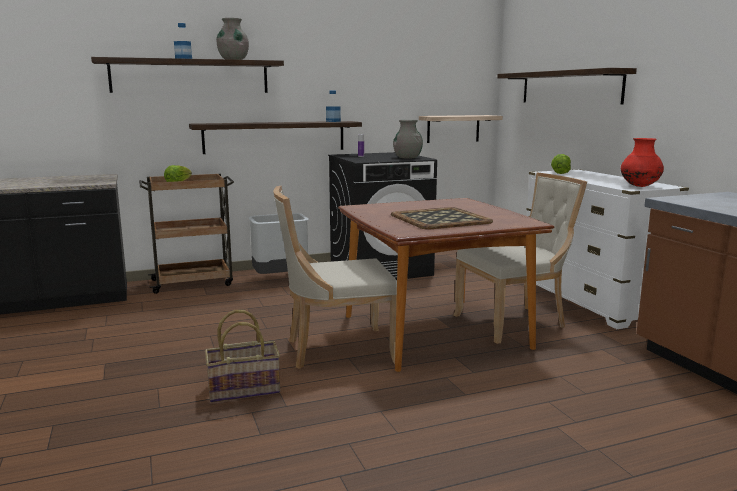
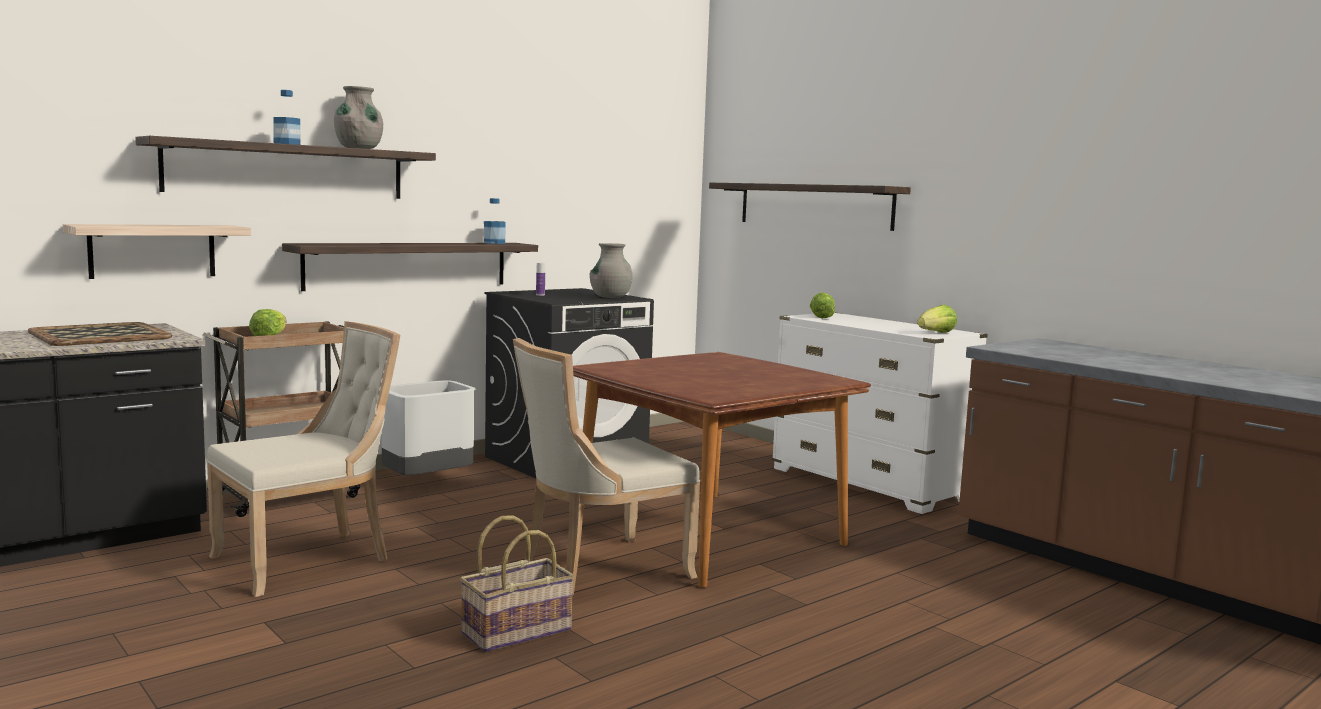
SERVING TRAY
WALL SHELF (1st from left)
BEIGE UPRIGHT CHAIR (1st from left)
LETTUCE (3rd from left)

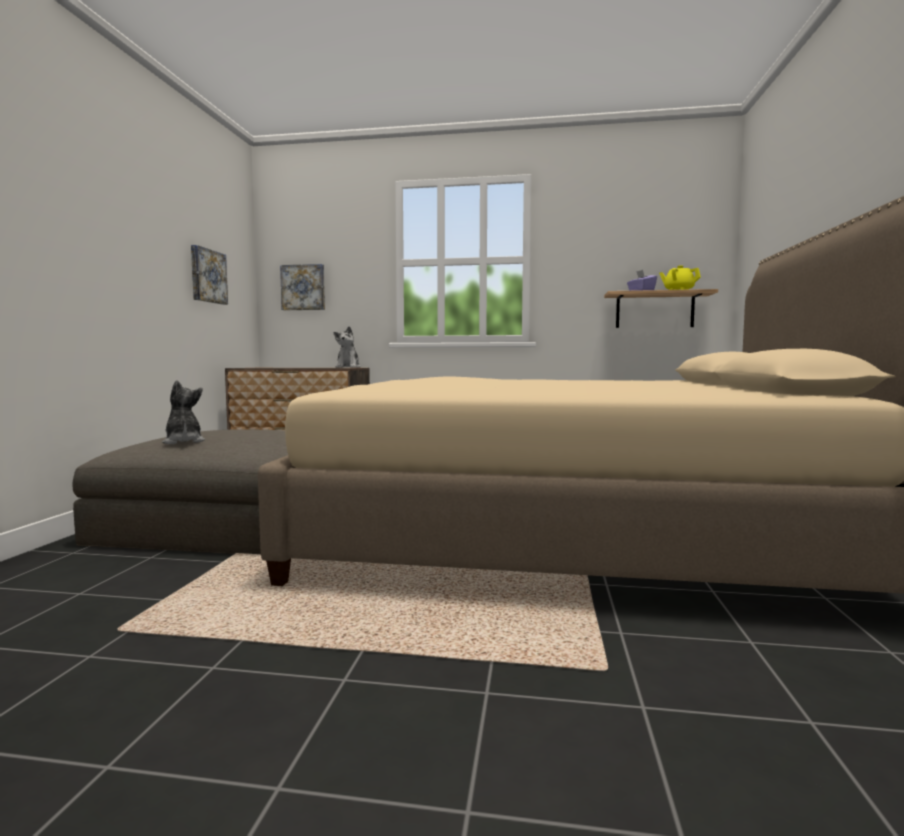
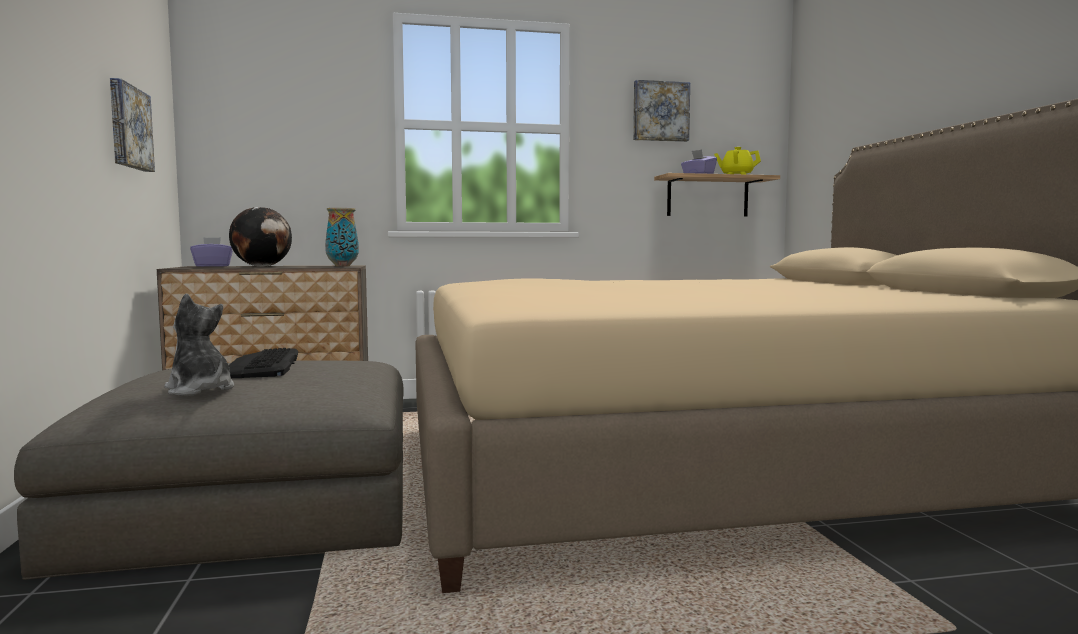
WALL ART (2nd from left)
VASE
PURPLE-COLOURED BOX OF TISSUES (1st from left)
KEYBOARD
WORLD GLOBE

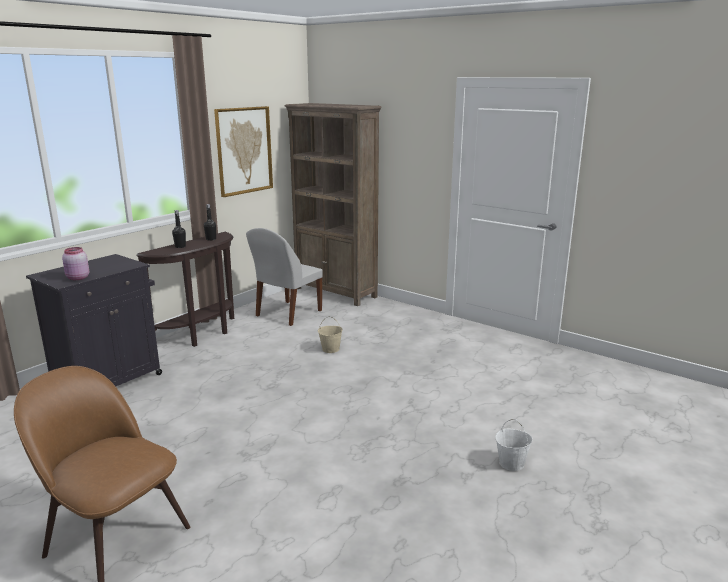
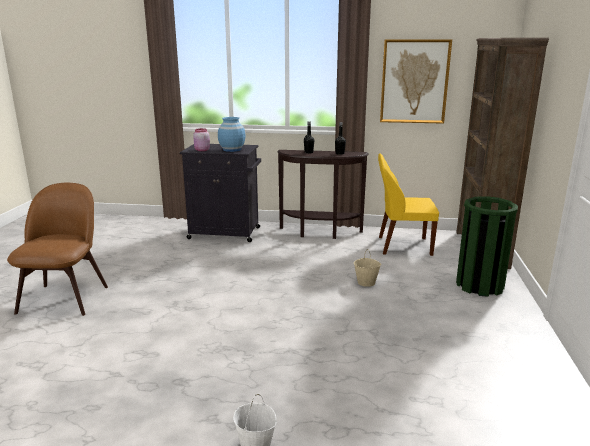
YELLOW UPRIGHT CHAIR
BLUISH VASE
GREENISH TRASH CAN

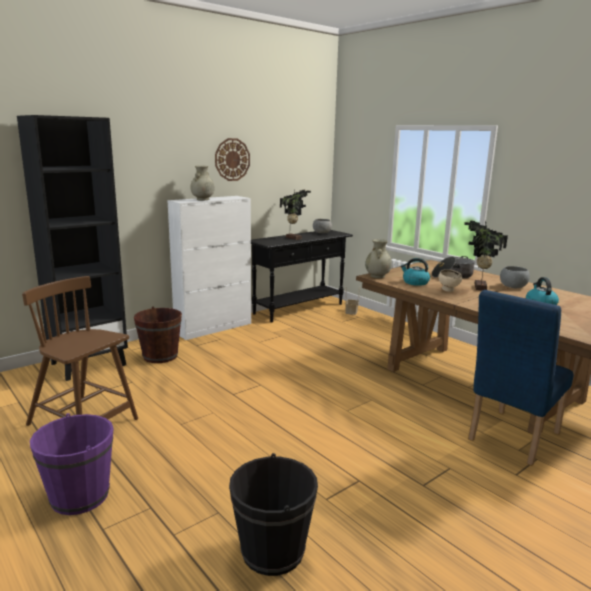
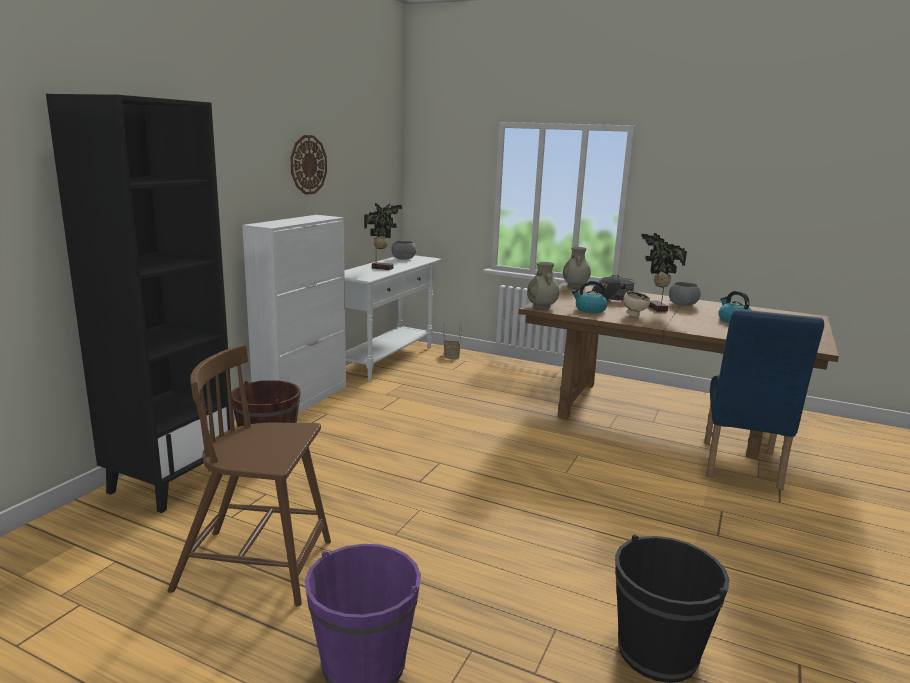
BEIGE VASE (2nd from left)
WHITE-COLOURED HALL TABLE

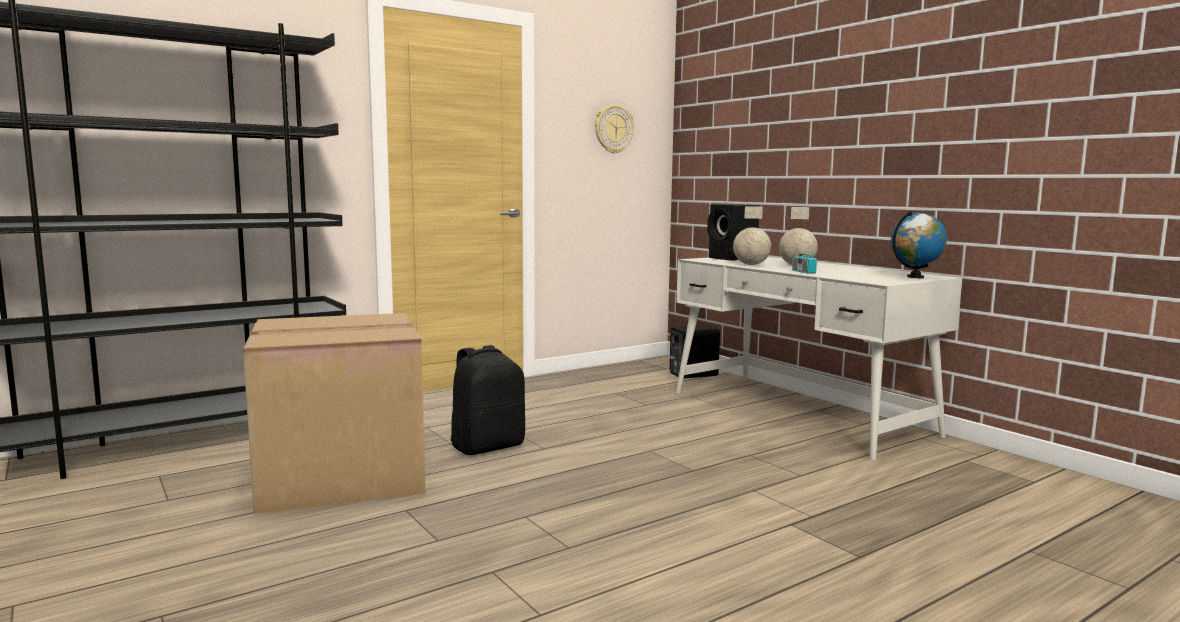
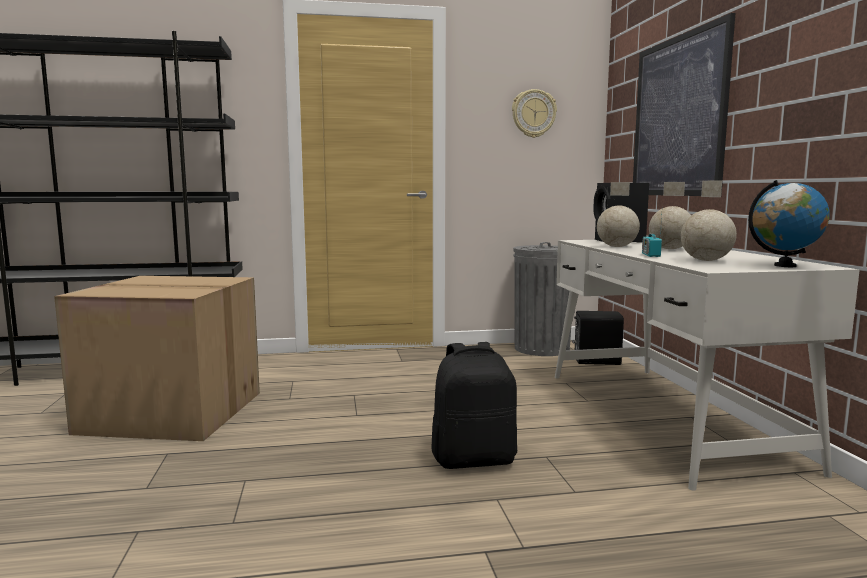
BLACK-COLOURED BACKPACK
GRAY TRASH CAN
WALL ART
WORLD GLOBE (3rd from left)

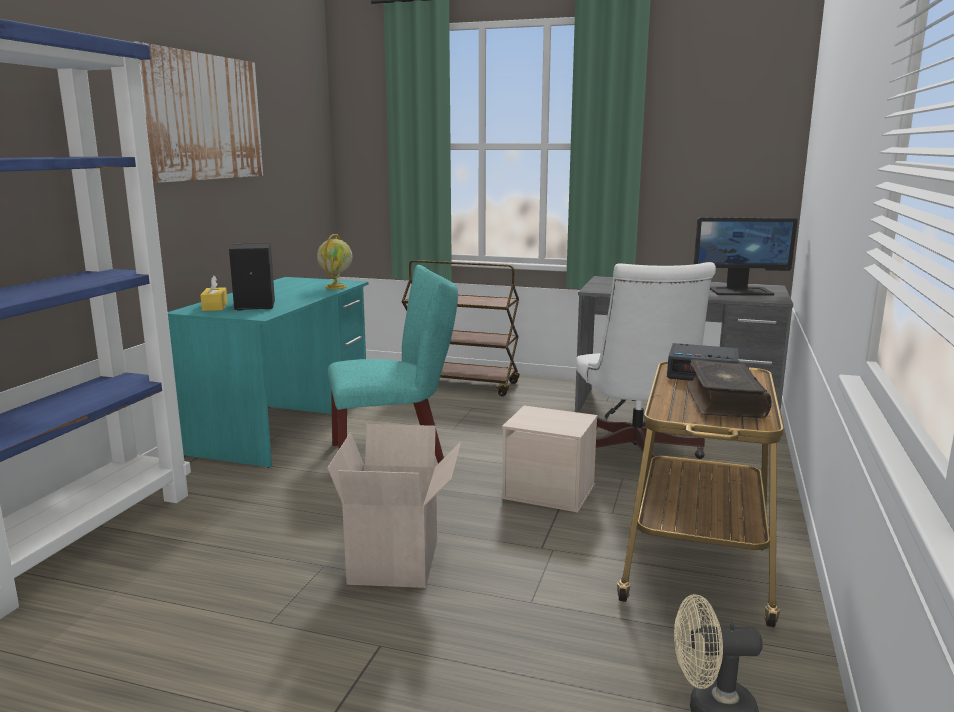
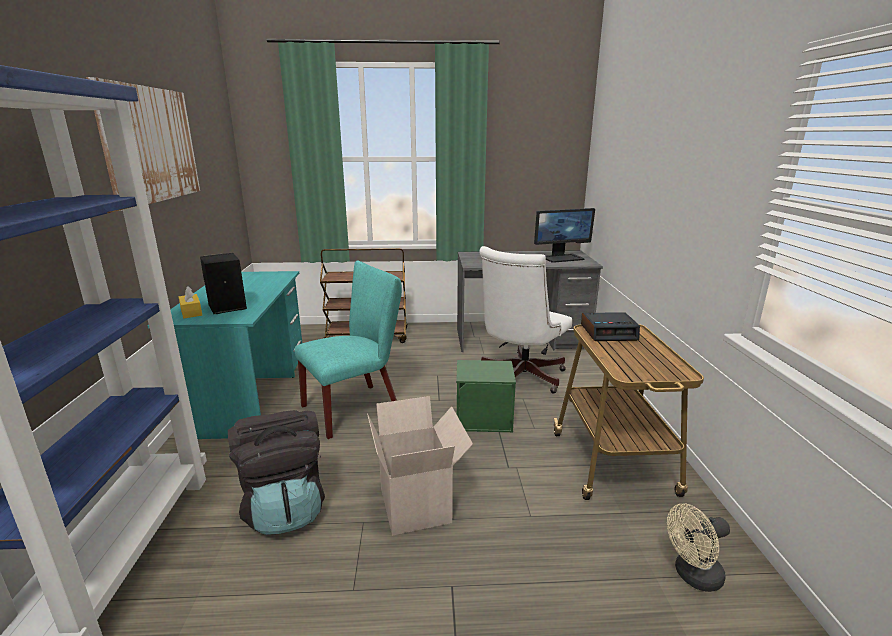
WORLD GLOBE
GREENISH STORAGE BIN
WHITE-COLOURED DESK CHAIR
BOUND BOOK
BLACK-COLOURED BACKPACK

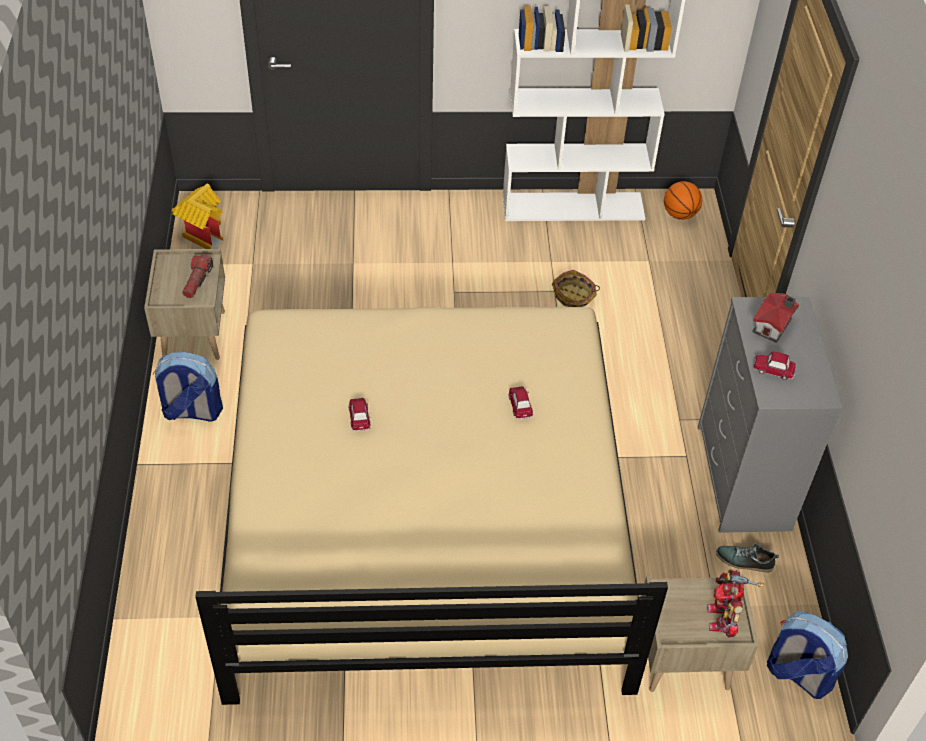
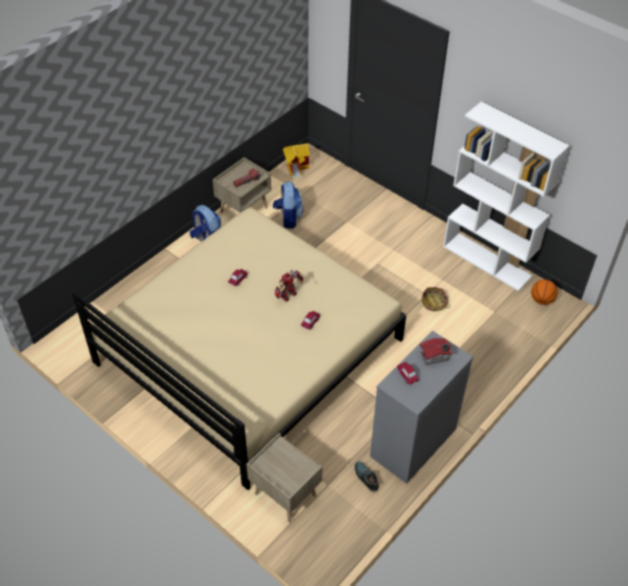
TOY ROBOT
BACKPACK (2nd from left)

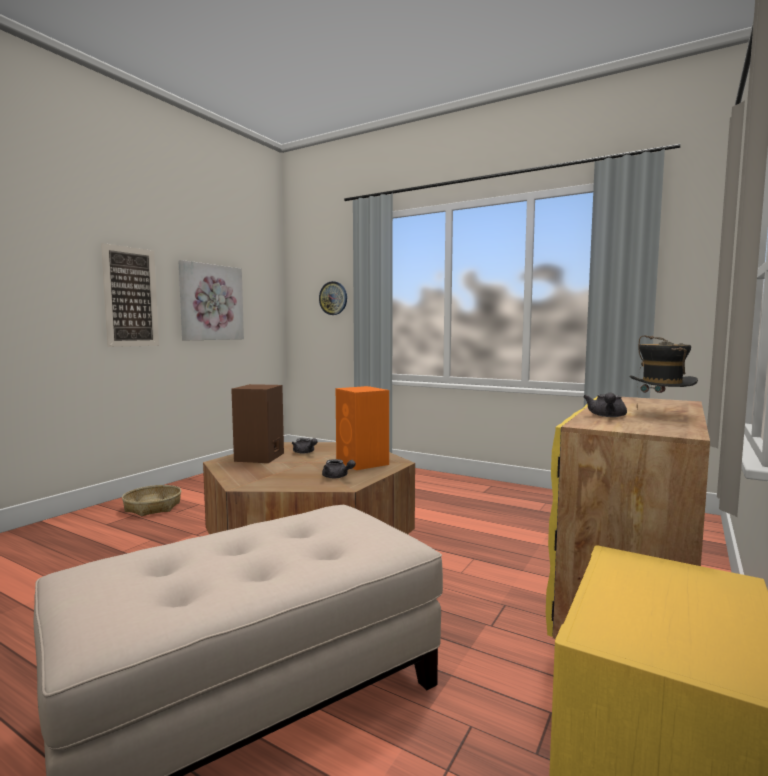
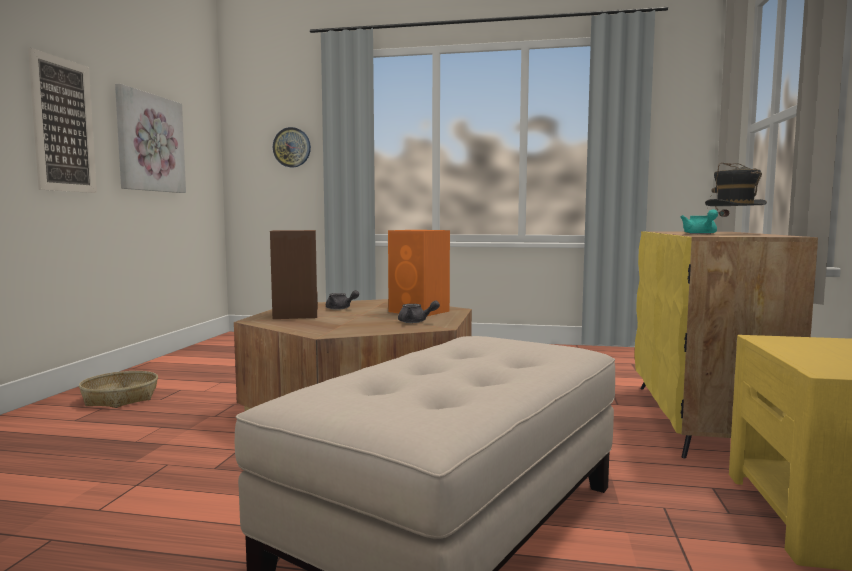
TURQUOISE TEA POT

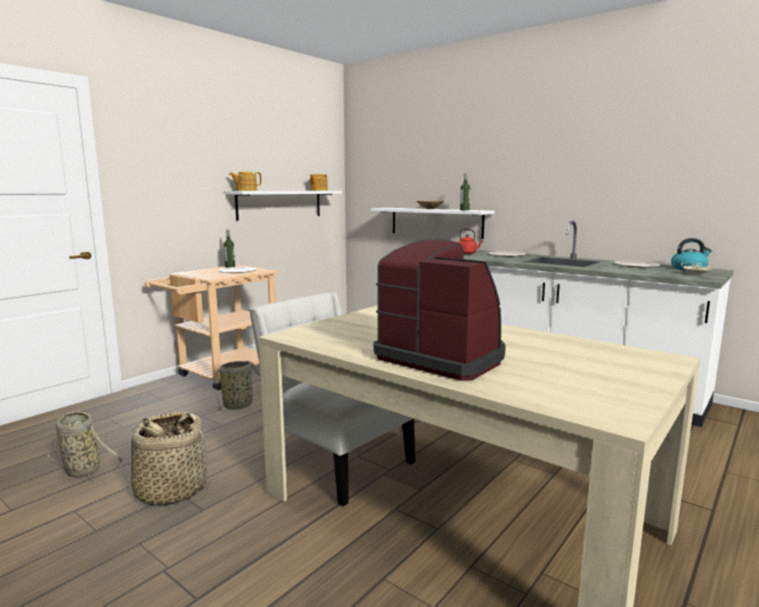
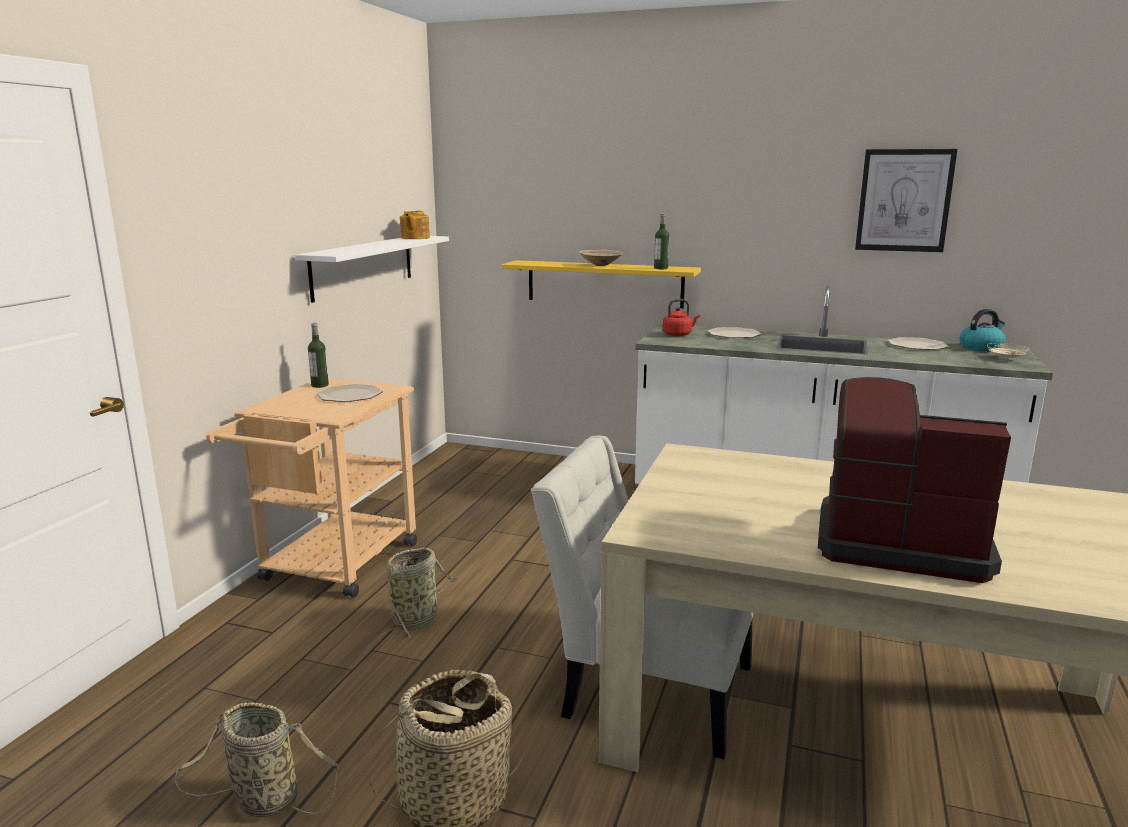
TEA POT (1st from left in the first image)
YELLOW WALL SHELF
WALL ART

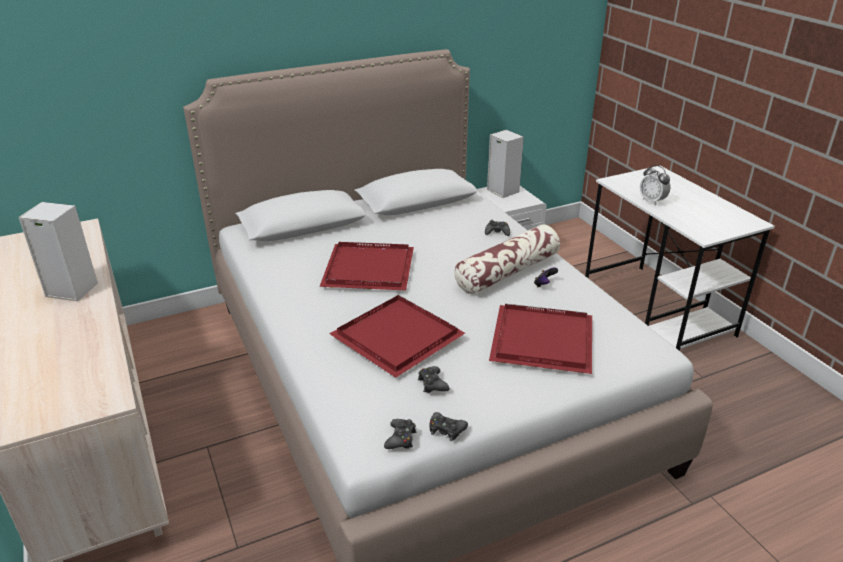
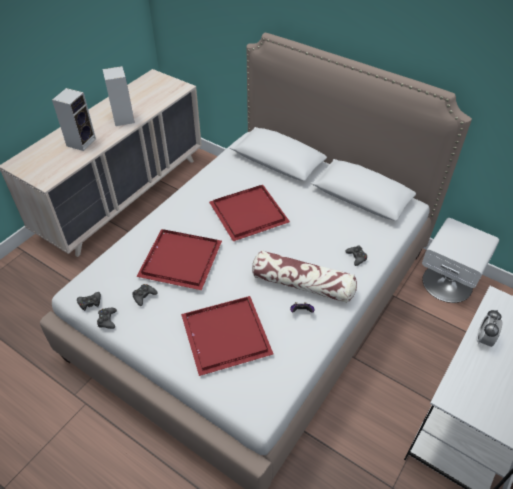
AUDIO SPEAKER (1st from left)

